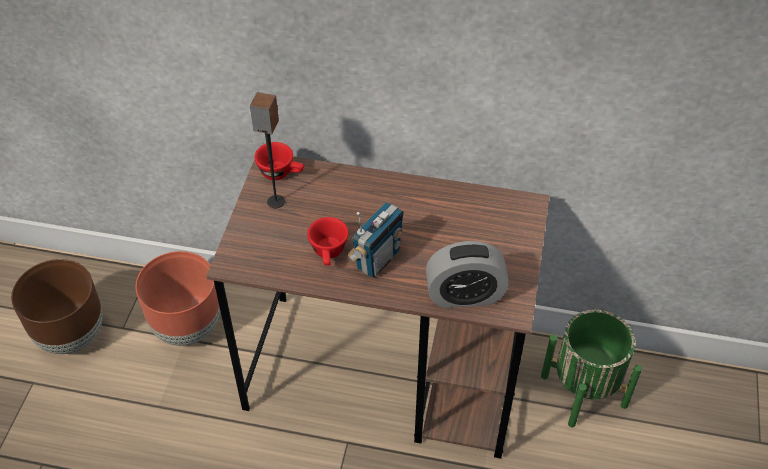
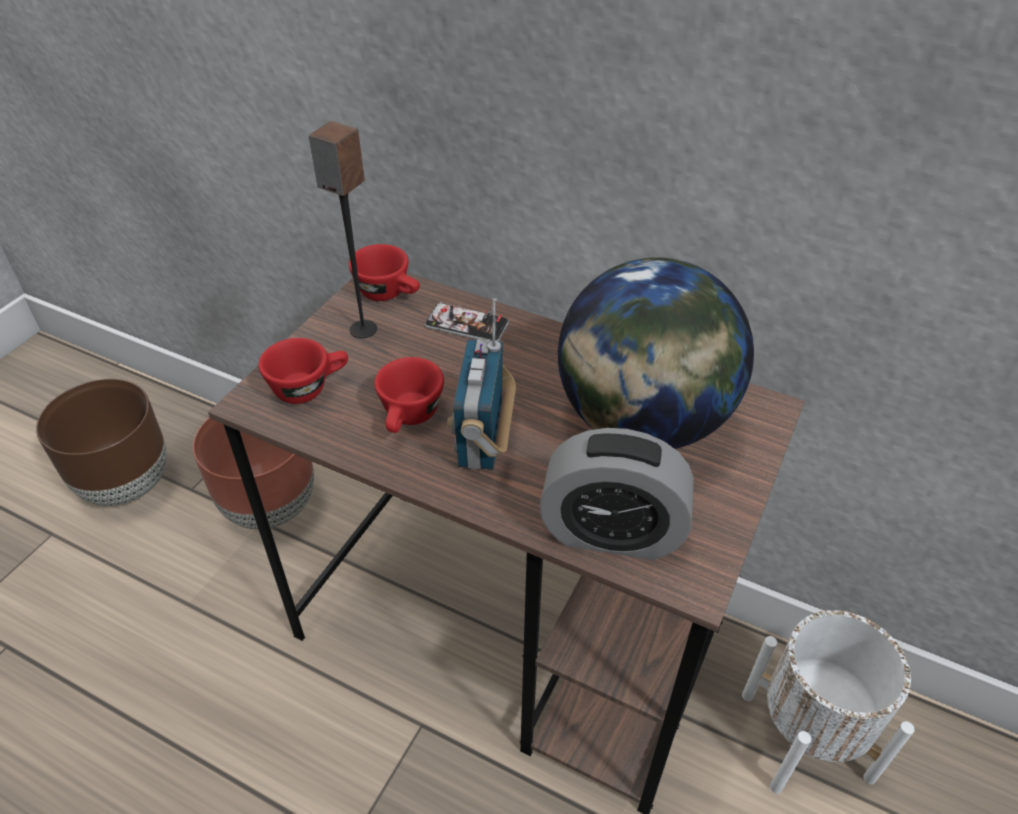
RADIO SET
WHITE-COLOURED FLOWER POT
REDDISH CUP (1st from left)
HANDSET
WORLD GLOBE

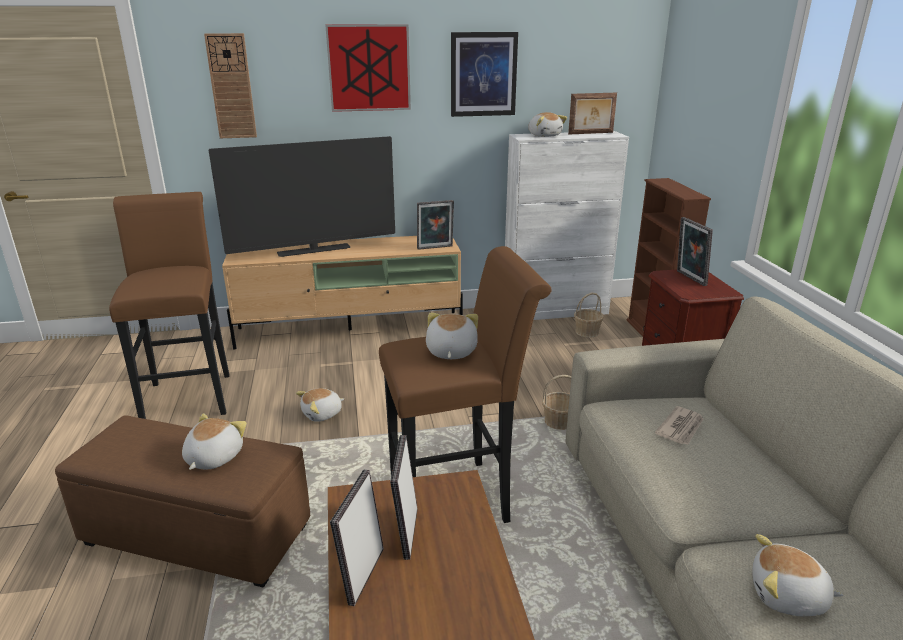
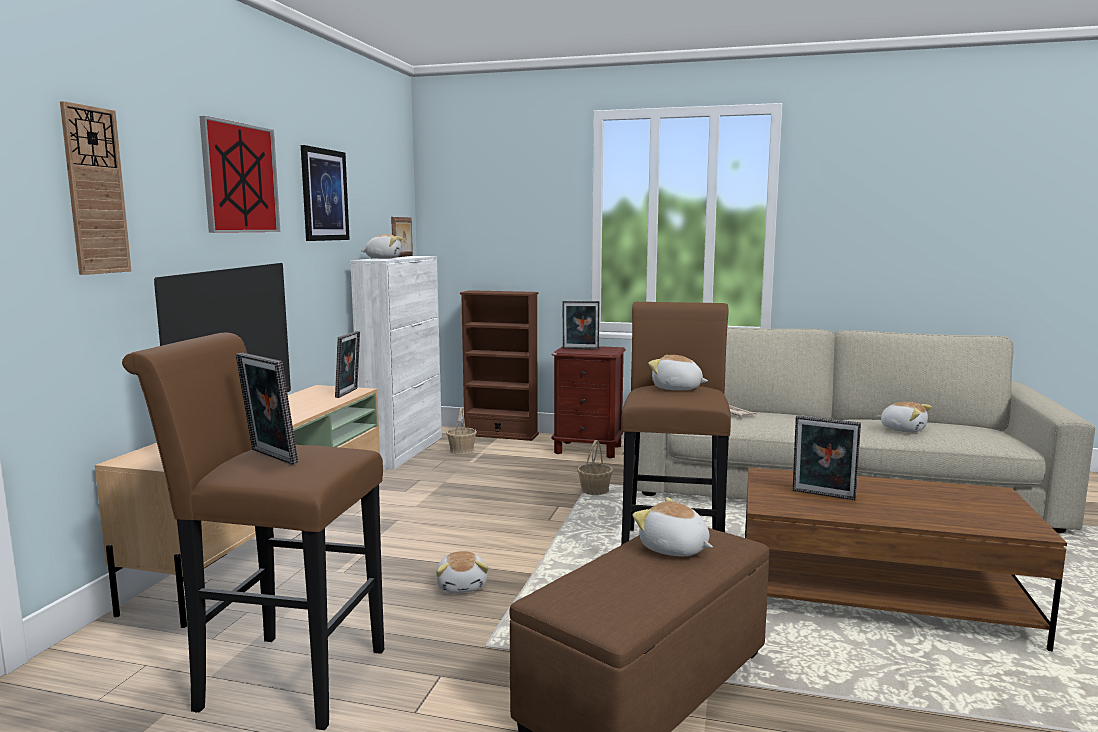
STANDING FRAME (1st from left)
CUDDLY TOY (5th from left)

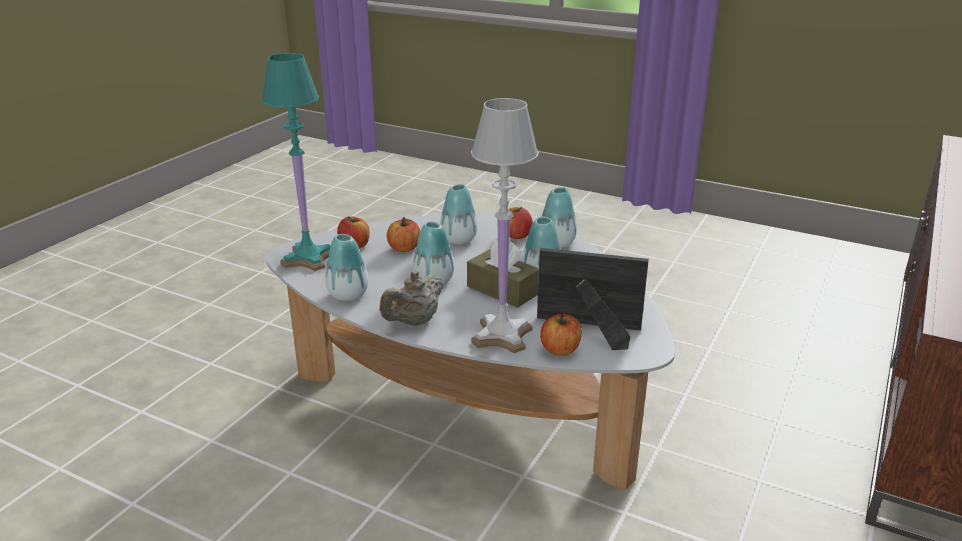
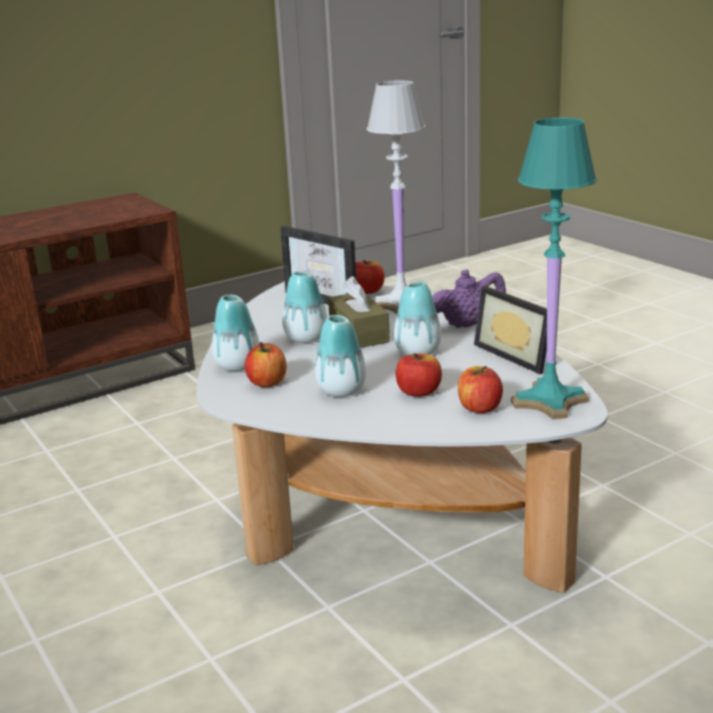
STANDING FRAME (2nd from left)
PURPLE-COLOURED TEA POT

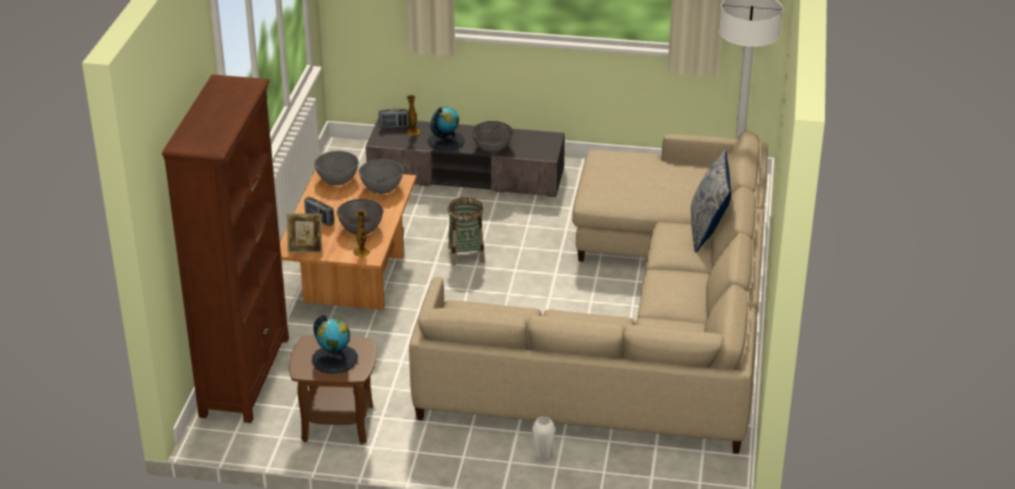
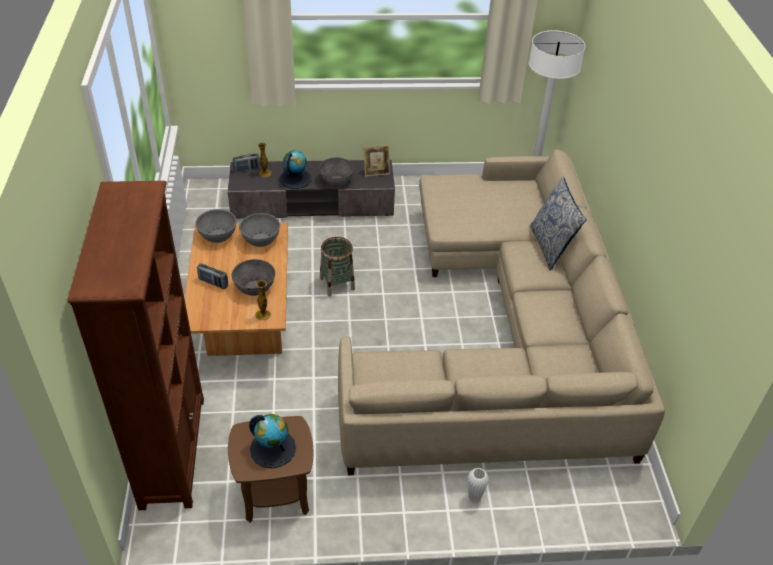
STANDING FRAME

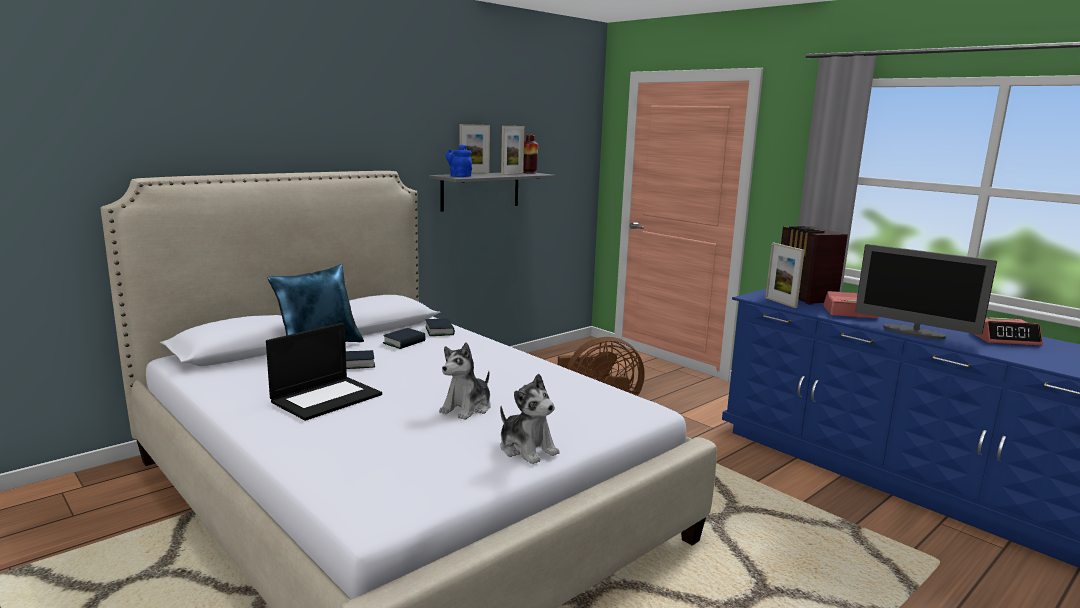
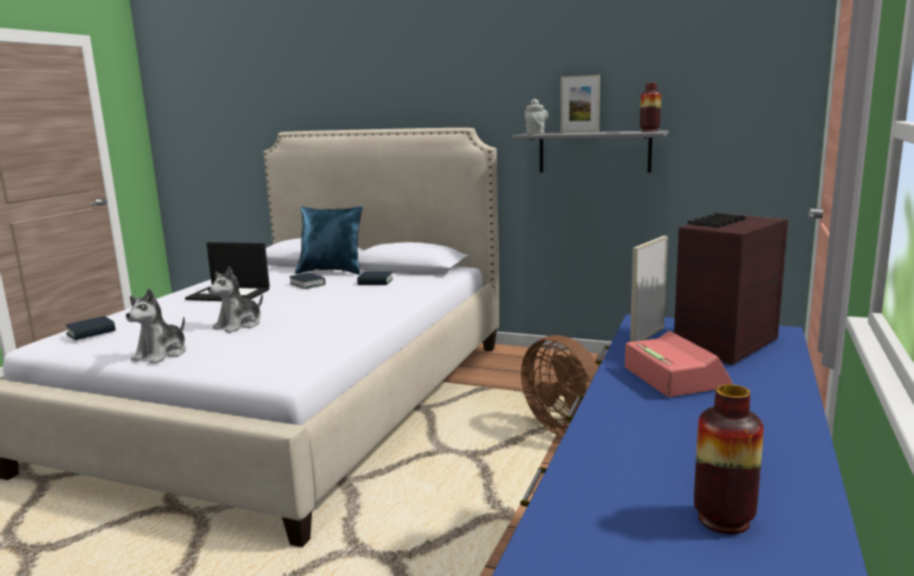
BOUND BOOK (1st from left)
CUDDLY TOY (2nd from left)
GRAY TEA POT
STANDING FRAME (2nd from left in the first image)
MONITOR
VASE (2nd from left)

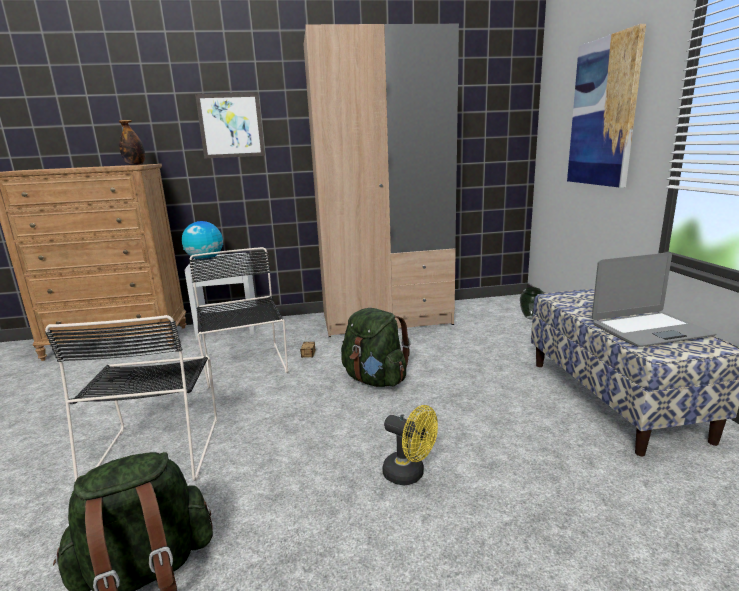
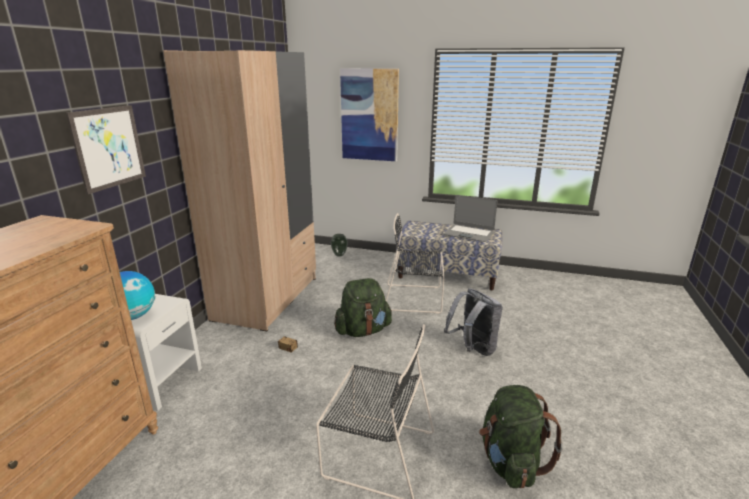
DRINK BOTTLE
BLACK-COLOURED UPRIGHT CHAIR (2nd from left)
GRAY BACKPACK
NOTEBOOK COMPUTER

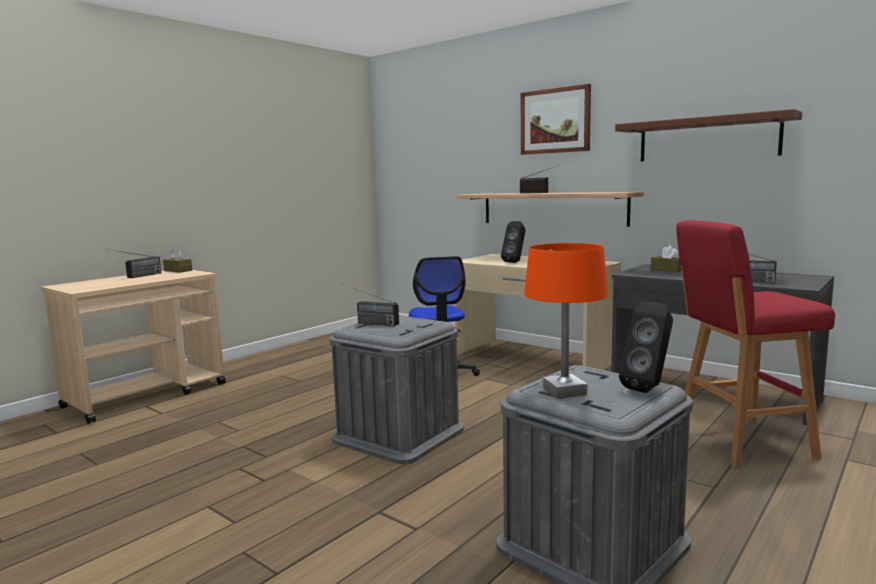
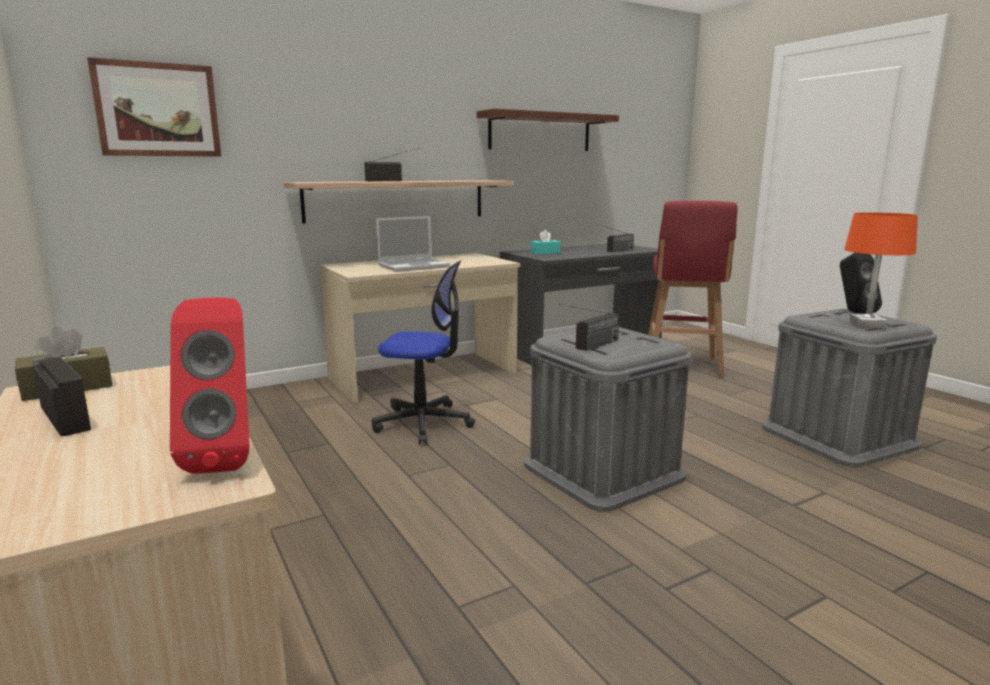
NOTEBOOK COMPUTER
WALL ART
TURQUOISE BOX OF TISSUES
REDDISH AUDIO SPEAKER

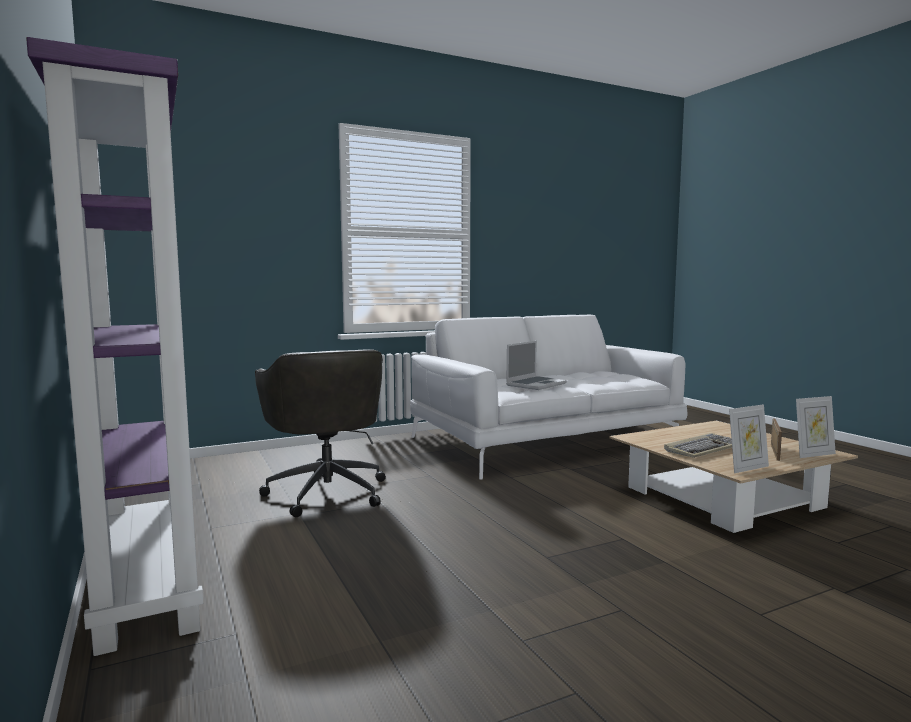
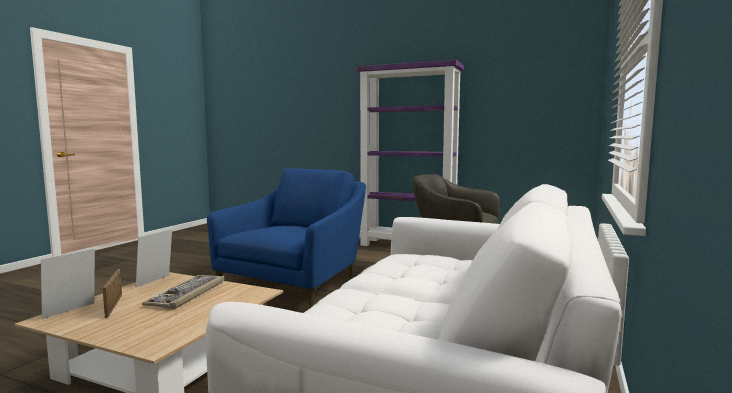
NOTEBOOK COMPUTER
BLUISH LOUNGE CHAIR

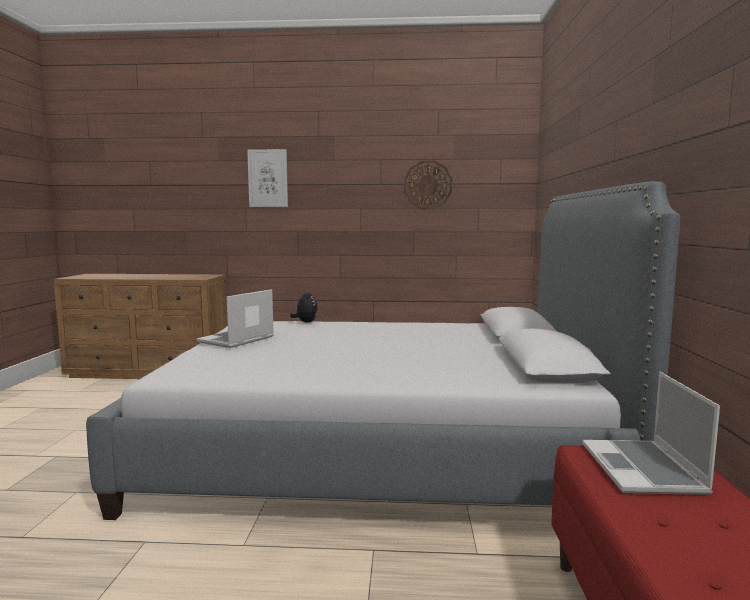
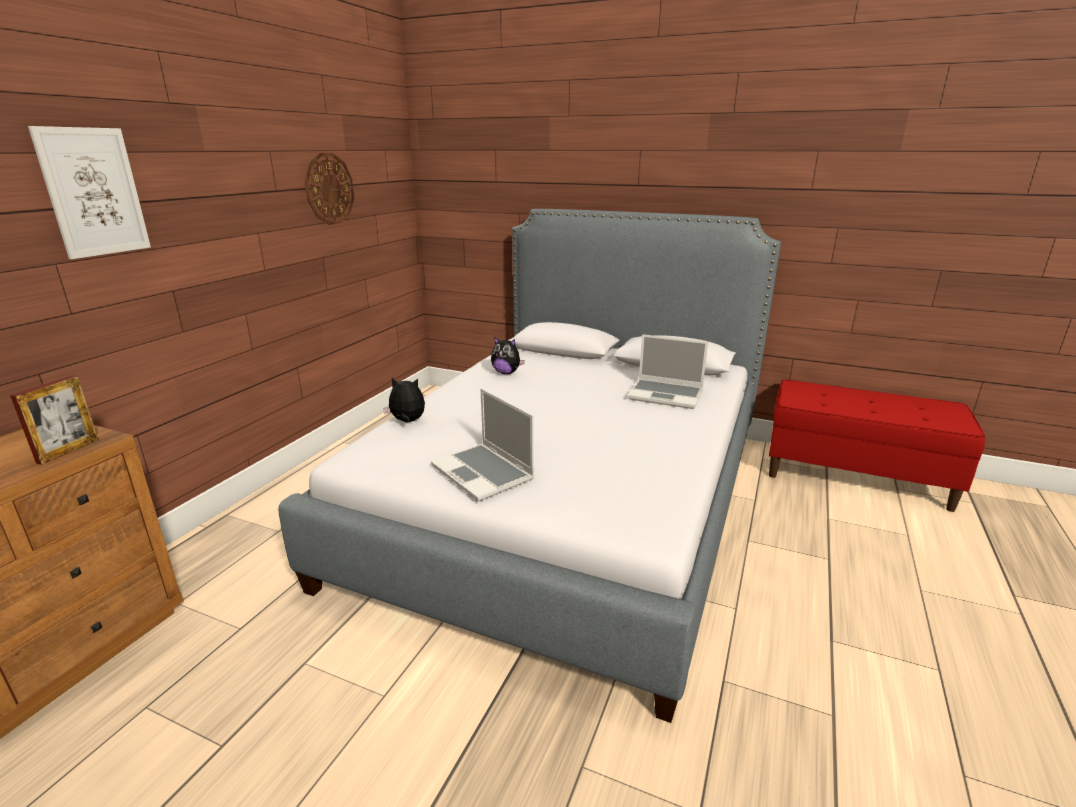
NOTEBOOK COMPUTER (2nd from left)
STANDING FRAME
CUDDLY TOY (2nd from left)

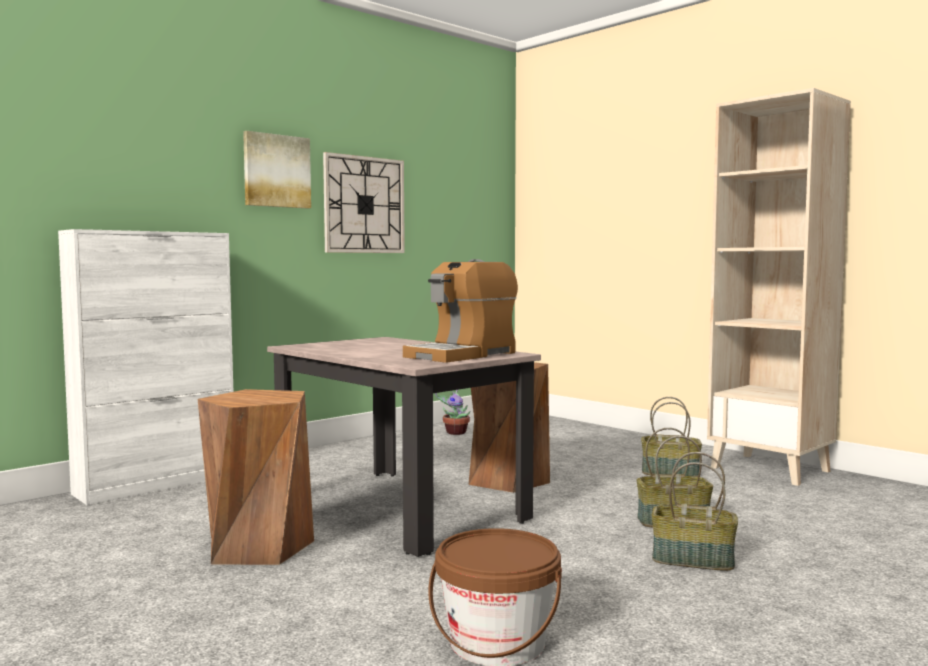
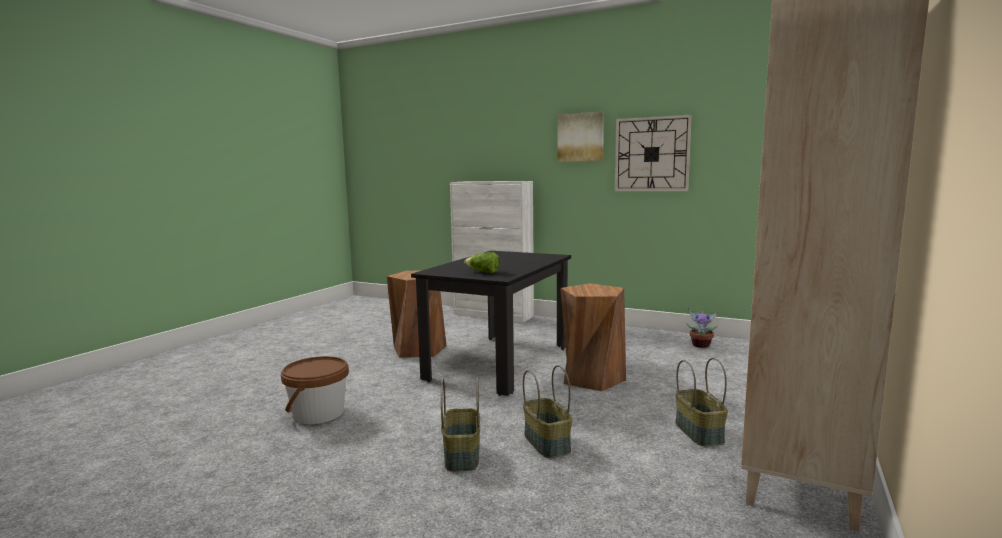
BLACK-COLOURED DINING TABLE
LETTUCE

